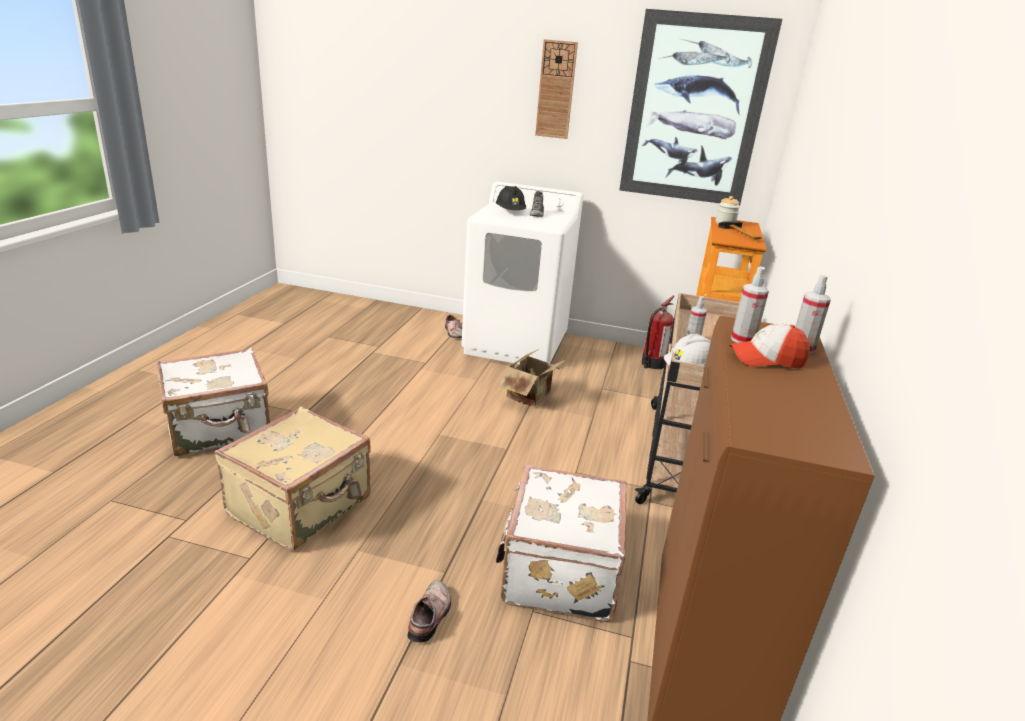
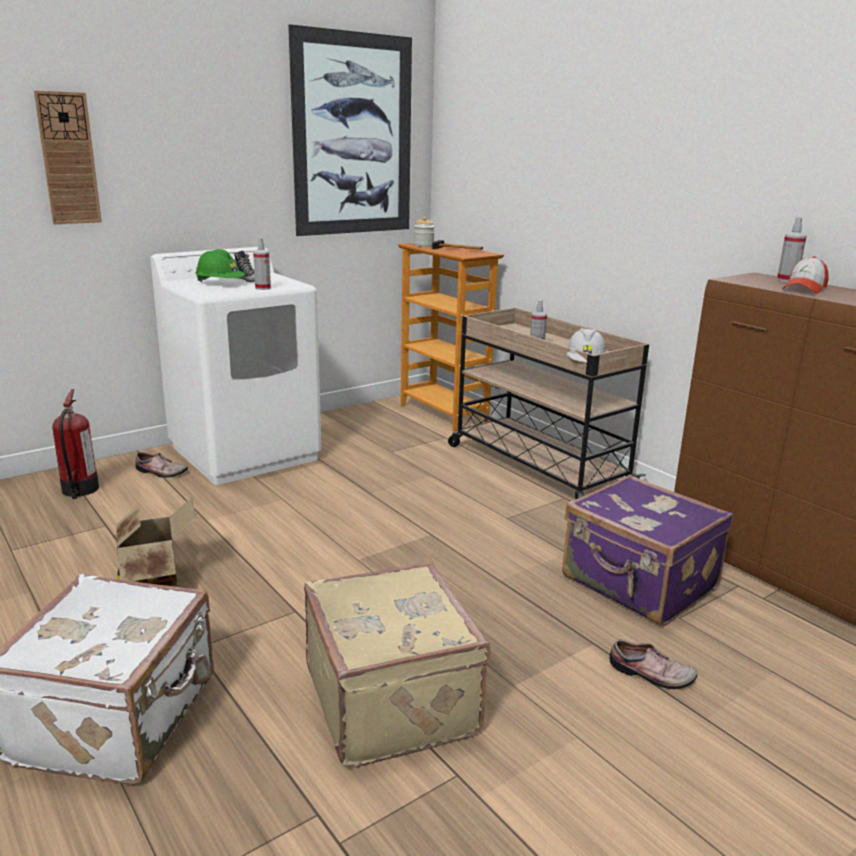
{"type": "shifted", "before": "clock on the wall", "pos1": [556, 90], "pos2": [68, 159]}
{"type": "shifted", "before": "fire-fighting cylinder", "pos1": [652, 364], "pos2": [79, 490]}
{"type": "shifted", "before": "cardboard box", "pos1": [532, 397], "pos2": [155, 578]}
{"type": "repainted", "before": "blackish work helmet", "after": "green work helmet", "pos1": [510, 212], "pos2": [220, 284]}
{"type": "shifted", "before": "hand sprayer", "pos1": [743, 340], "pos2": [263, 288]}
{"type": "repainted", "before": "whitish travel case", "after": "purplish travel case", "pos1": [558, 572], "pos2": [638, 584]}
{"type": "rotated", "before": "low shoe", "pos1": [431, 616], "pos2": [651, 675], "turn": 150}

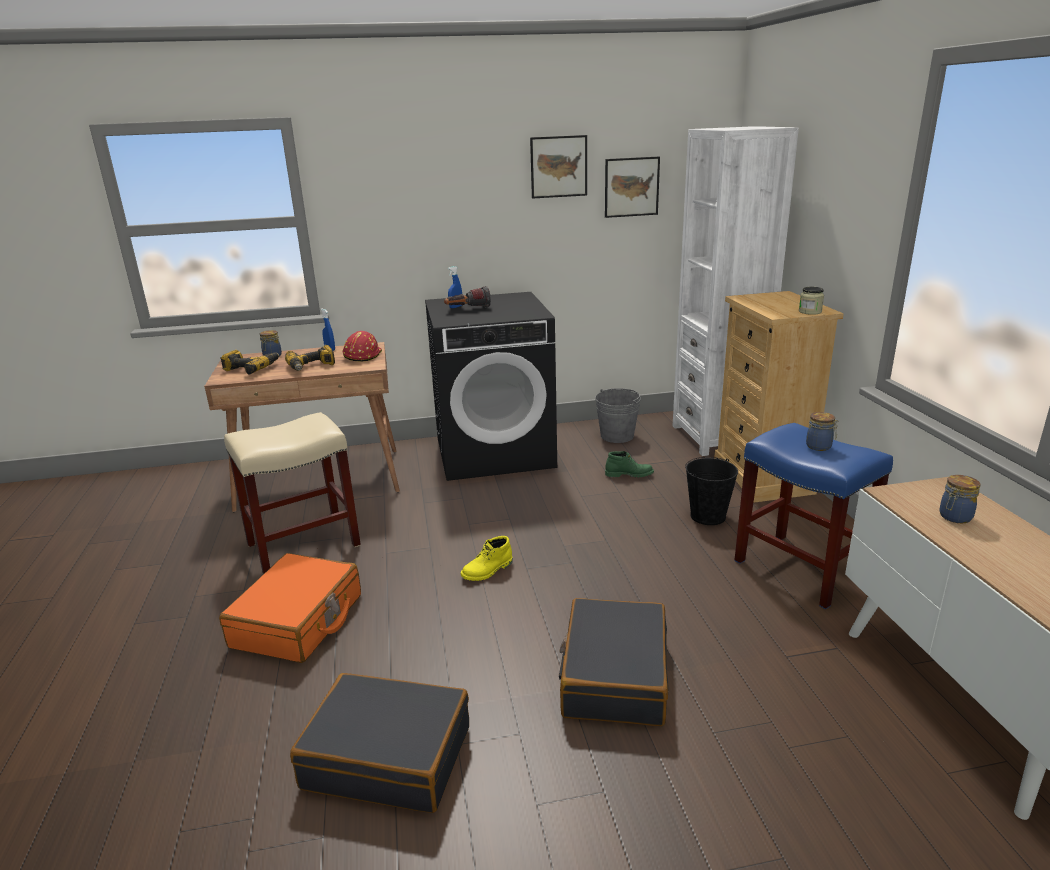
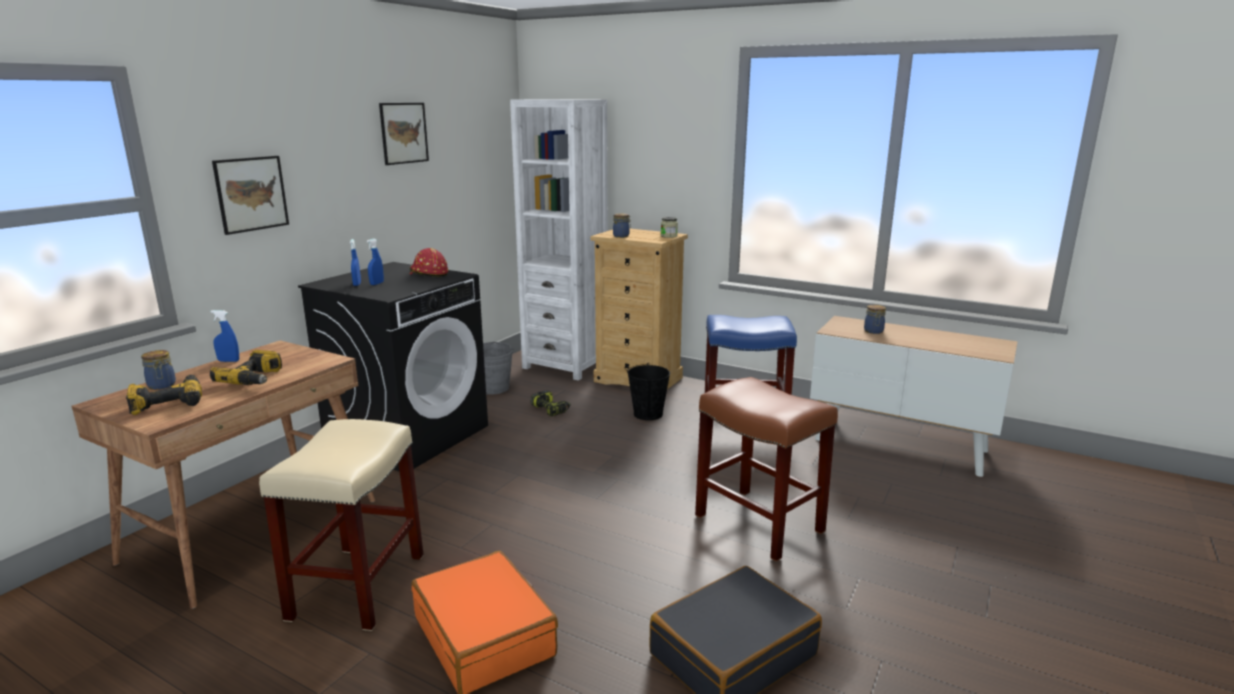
{"type": "shifted", "before": "wall art", "pos1": [631, 187], "pos2": [251, 194]}
{"type": "swapped", "before": "hand torch", "after": "bluish hand sprayer", "pos1": [468, 309], "pos2": [377, 283]}
{"type": "shifted", "before": "red work helmet", "pos1": [362, 355], "pos2": [428, 274]}
{"type": "swapped", "before": "green tall boot", "after": "electric drill", "pos1": [629, 474], "pos2": [551, 409]}
{"type": "shifted", "before": "preserve jar", "pos1": [820, 446], "pos2": [622, 236]}
{"type": "swapped", "before": "blackish travel case", "after": "brownish stool", "pos1": [614, 675], "pos2": [760, 523]}
{"type": "gone", "before": "yellow tall boot", "pos1": [488, 571]}

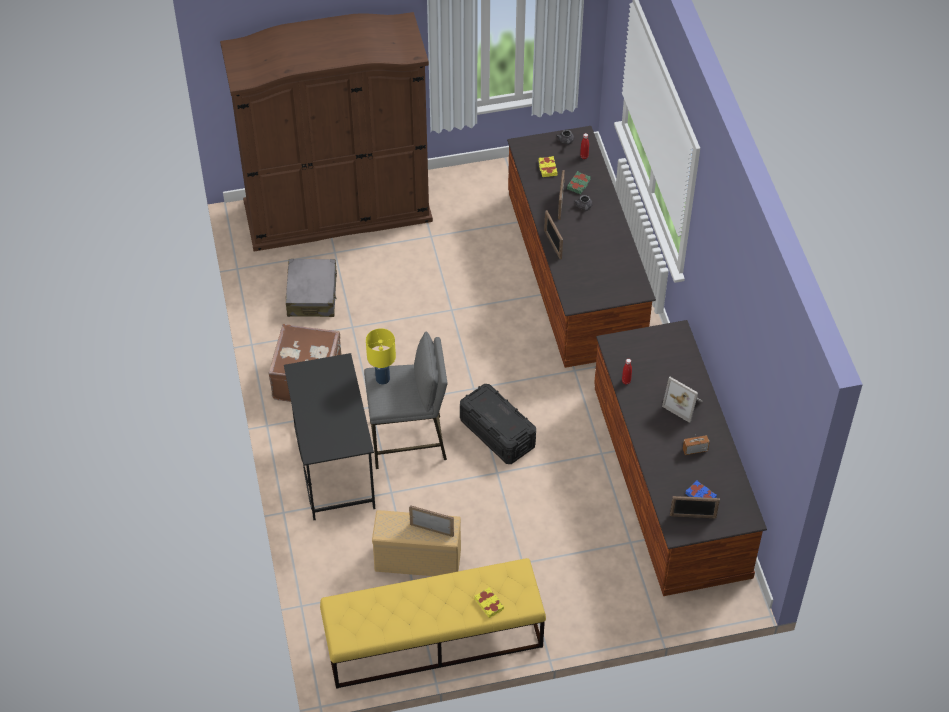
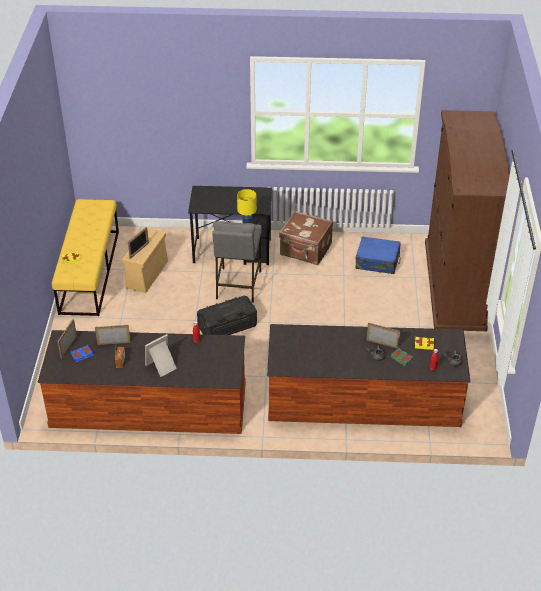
{"type": "shifted", "before": "standing frame", "pos1": [552, 244], "pos2": [114, 343]}
{"type": "repainted", "before": "greyish travel case", "after": "bluish travel case", "pos1": [312, 295], "pos2": [377, 261]}

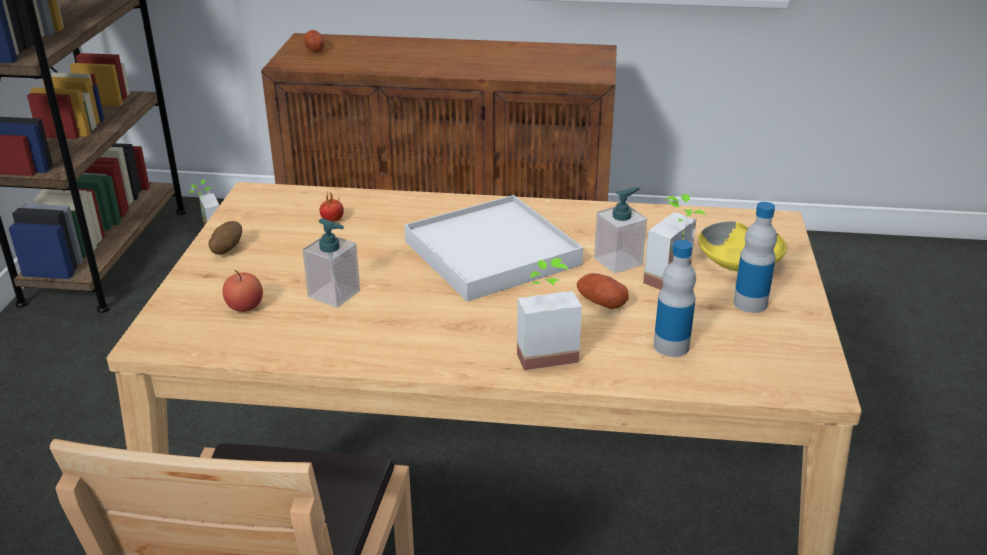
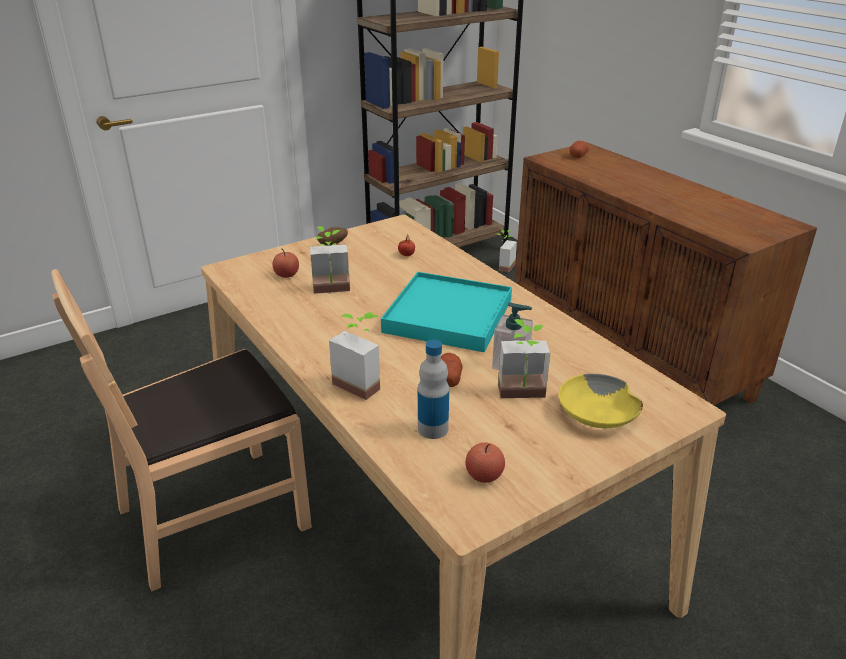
{"type": "swapped", "before": "liquid soap bottle", "after": "potted plant", "pos1": [334, 294], "pos2": [331, 291]}
{"type": "repainted", "before": "whitish carrying tray", "after": "blue-green carrying tray", "pos1": [491, 253], "pos2": [448, 316]}
{"type": "new", "after": "apple", "pos2": [484, 475]}
{"type": "gone", "before": "drink bottle", "pos1": [750, 303]}

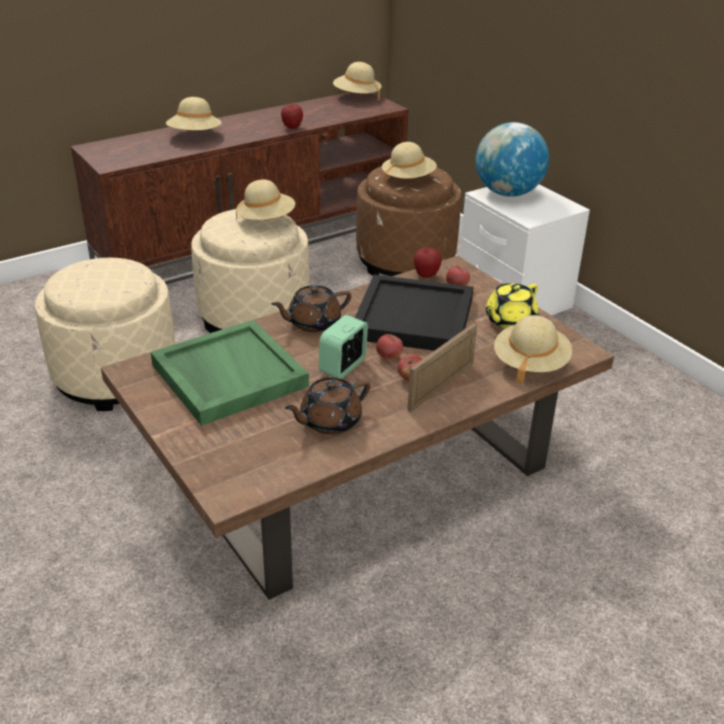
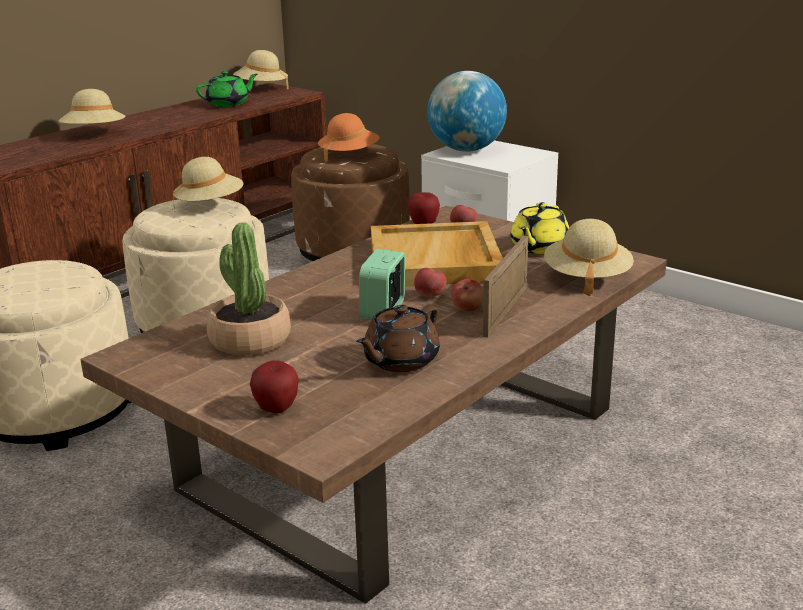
{"type": "new", "after": "green teapot", "pos2": [228, 104]}
{"type": "swapped", "before": "green carrying tray", "after": "potted plant", "pos1": [227, 375], "pos2": [250, 340]}
{"type": "shifted", "before": "apple", "pos1": [292, 127], "pos2": [276, 409]}
{"type": "repainted", "before": "sand-coloured clothing hat", "after": "orangey clothing hat", "pos1": [408, 179], "pos2": [349, 155]}
{"type": "repainted", "before": "blackish carrying tray", "after": "sand-coloured carrying tray", "pos1": [414, 319], "pos2": [436, 261]}
{"type": "gone", "before": "brownish teapot", "pos1": [313, 323]}

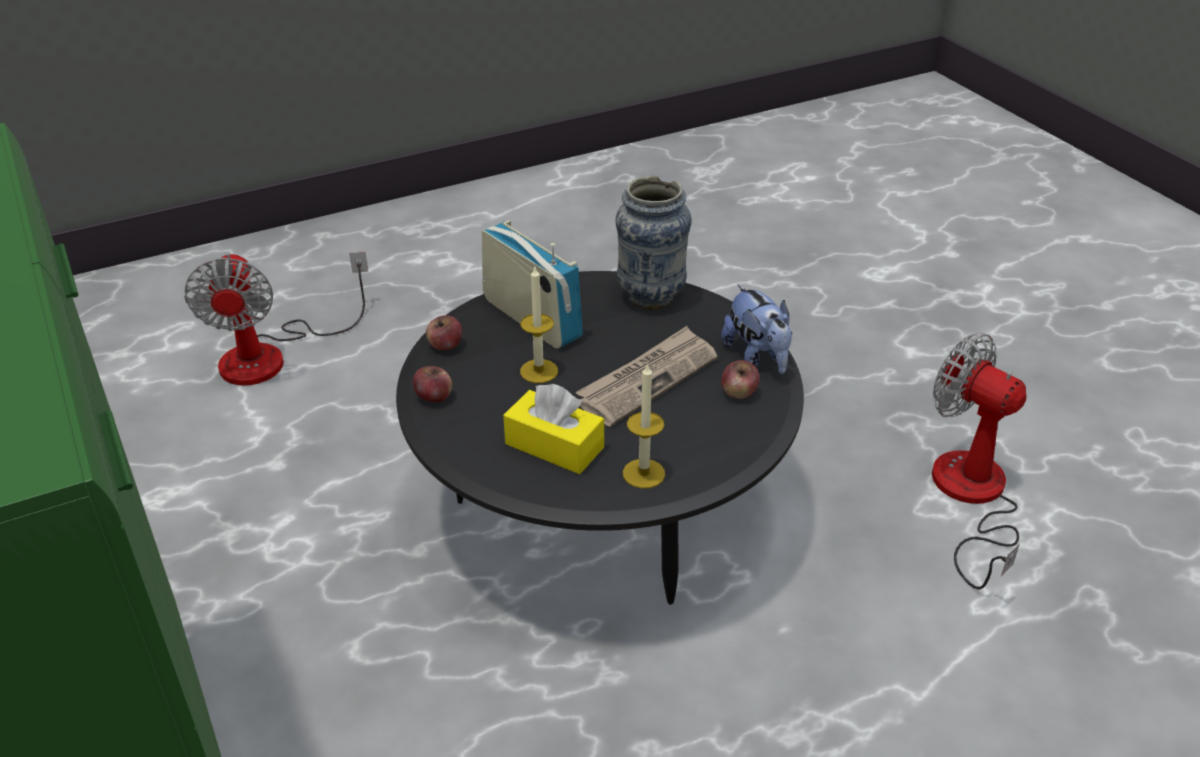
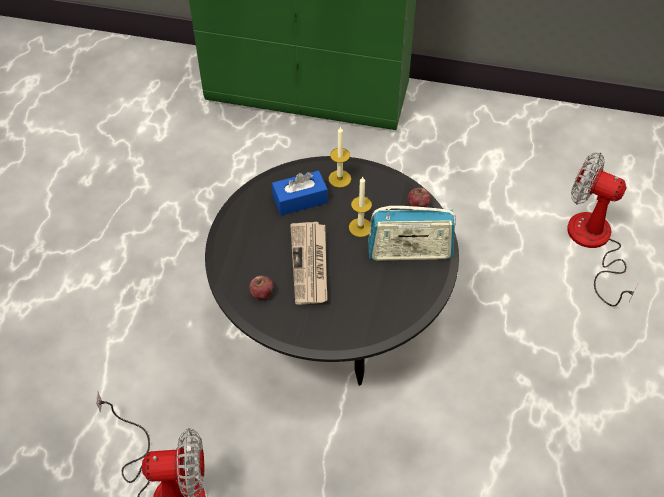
{"type": "repainted", "before": "yellow tissue box", "after": "bluish tissue box", "pos1": [554, 446], "pos2": [300, 200]}
{"type": "shifted", "before": "wax candle", "pos1": [643, 473], "pos2": [339, 178]}
{"type": "gone", "before": "apple", "pos1": [434, 397]}
{"type": "gone", "before": "flower vase", "pos1": [650, 297]}
{"type": "gone", "before": "soft toy", "pos1": [757, 357]}

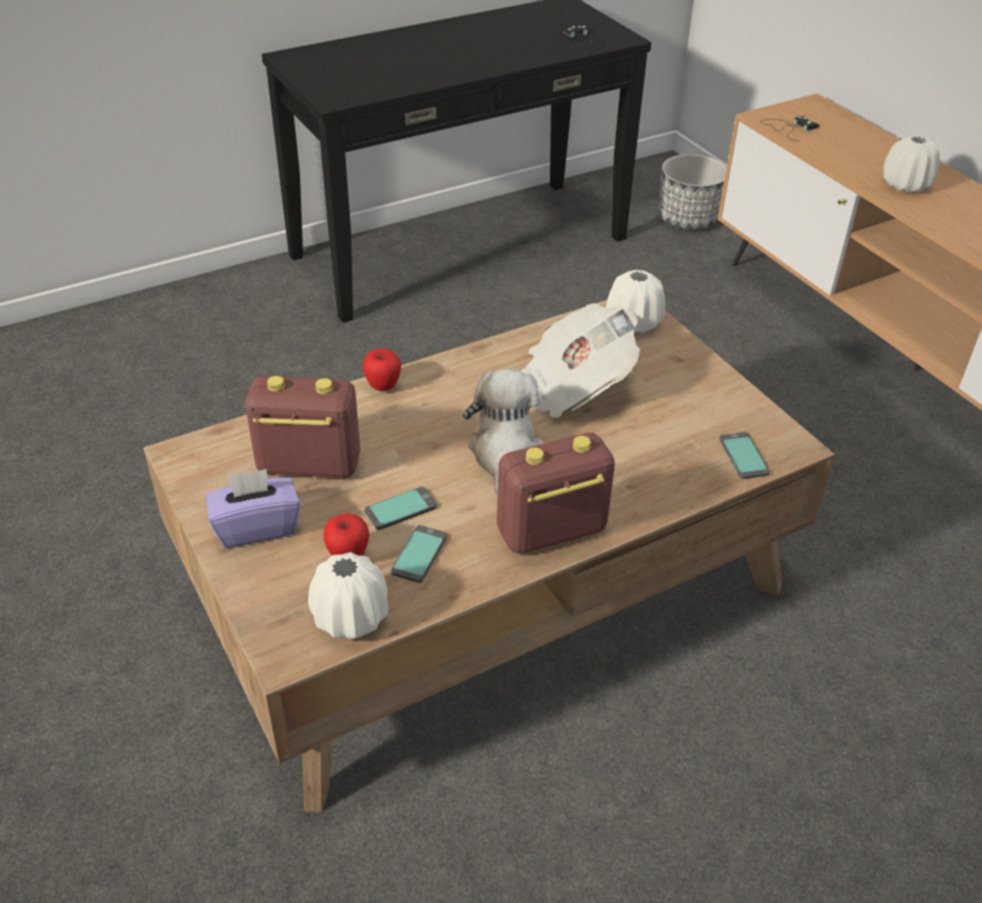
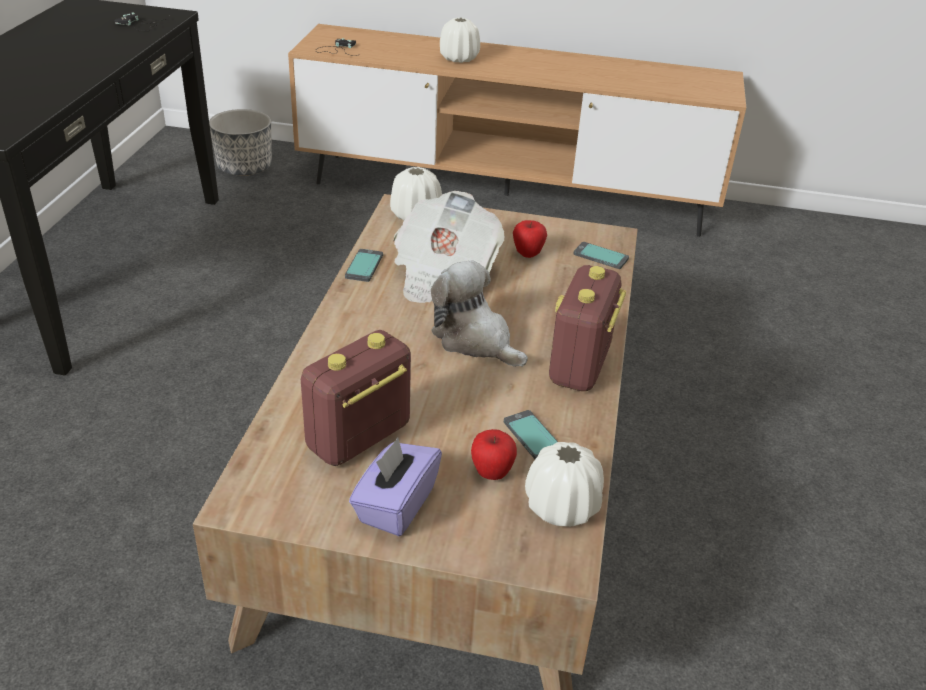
{"type": "shifted", "before": "handset", "pos1": [400, 509], "pos2": [364, 266]}
{"type": "shifted", "before": "apple", "pos1": [383, 386], "pos2": [527, 254]}

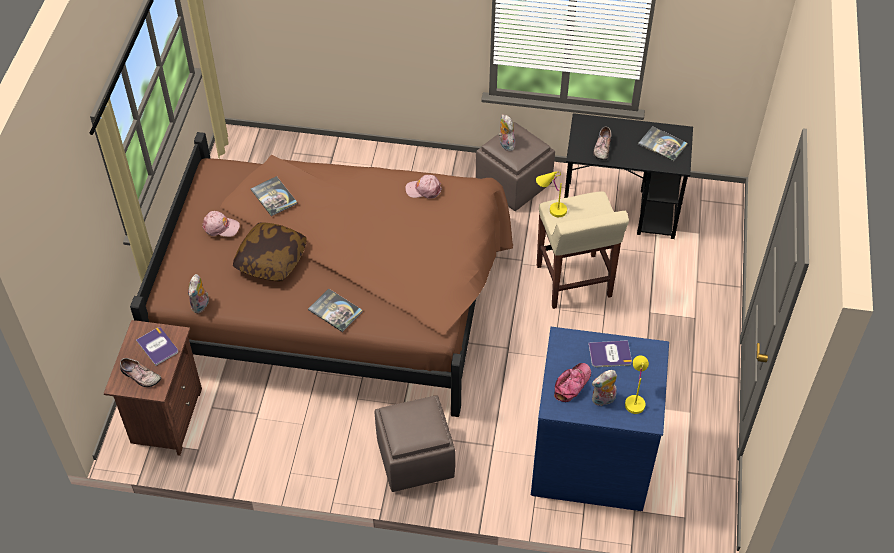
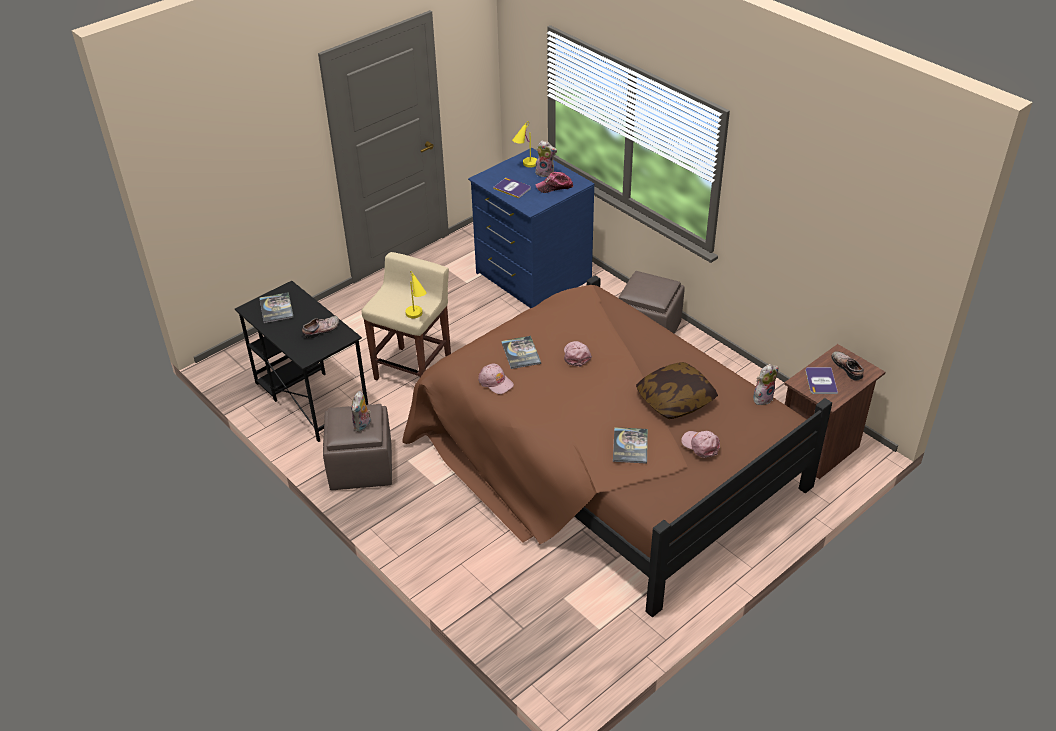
{"type": "shifted", "before": "book", "pos1": [335, 311], "pos2": [521, 353]}
{"type": "new", "after": "pink-coloured baseball cap", "pos2": [576, 355]}

